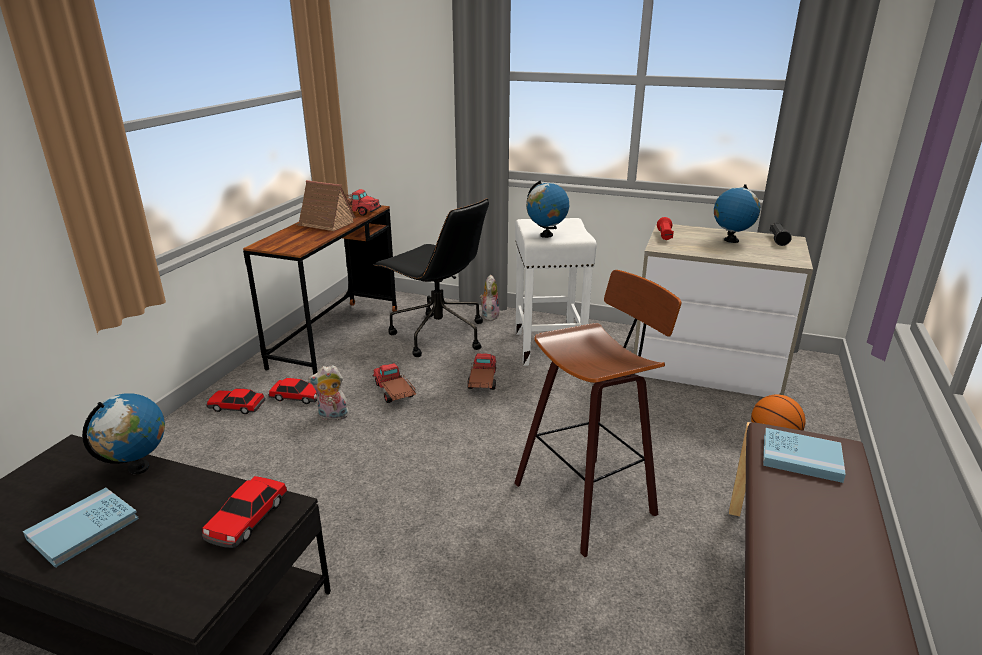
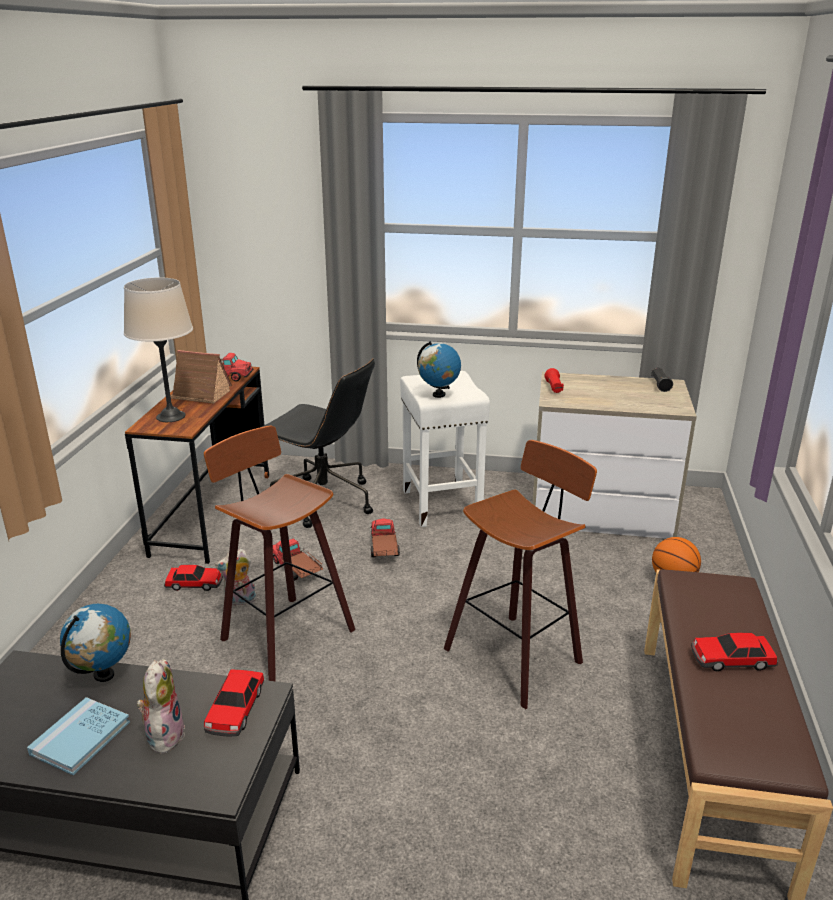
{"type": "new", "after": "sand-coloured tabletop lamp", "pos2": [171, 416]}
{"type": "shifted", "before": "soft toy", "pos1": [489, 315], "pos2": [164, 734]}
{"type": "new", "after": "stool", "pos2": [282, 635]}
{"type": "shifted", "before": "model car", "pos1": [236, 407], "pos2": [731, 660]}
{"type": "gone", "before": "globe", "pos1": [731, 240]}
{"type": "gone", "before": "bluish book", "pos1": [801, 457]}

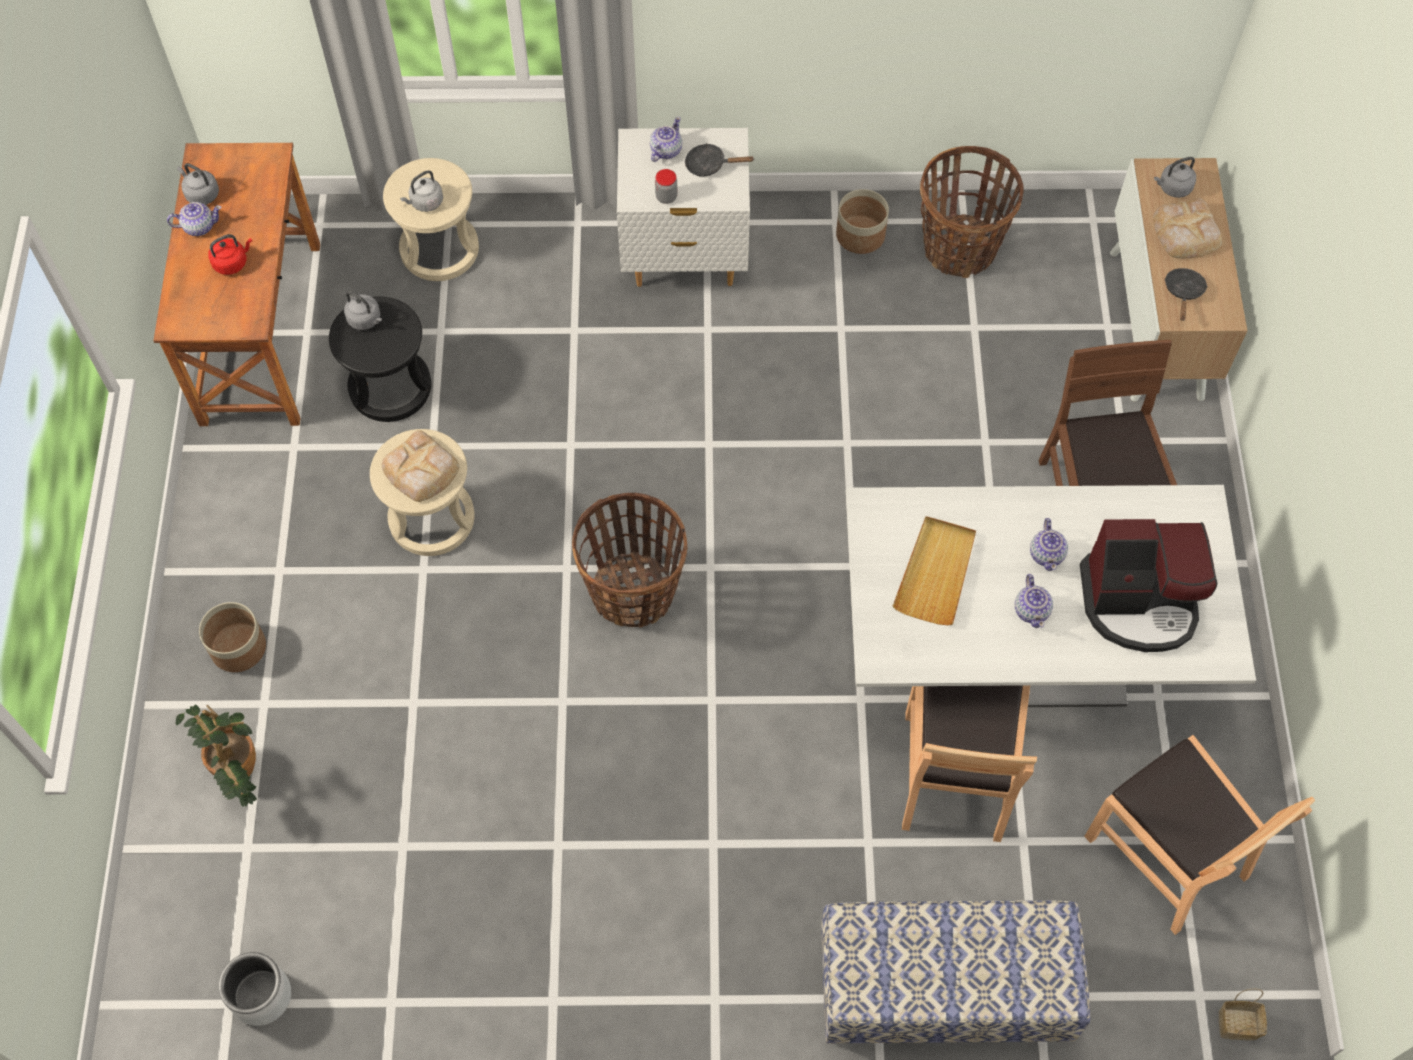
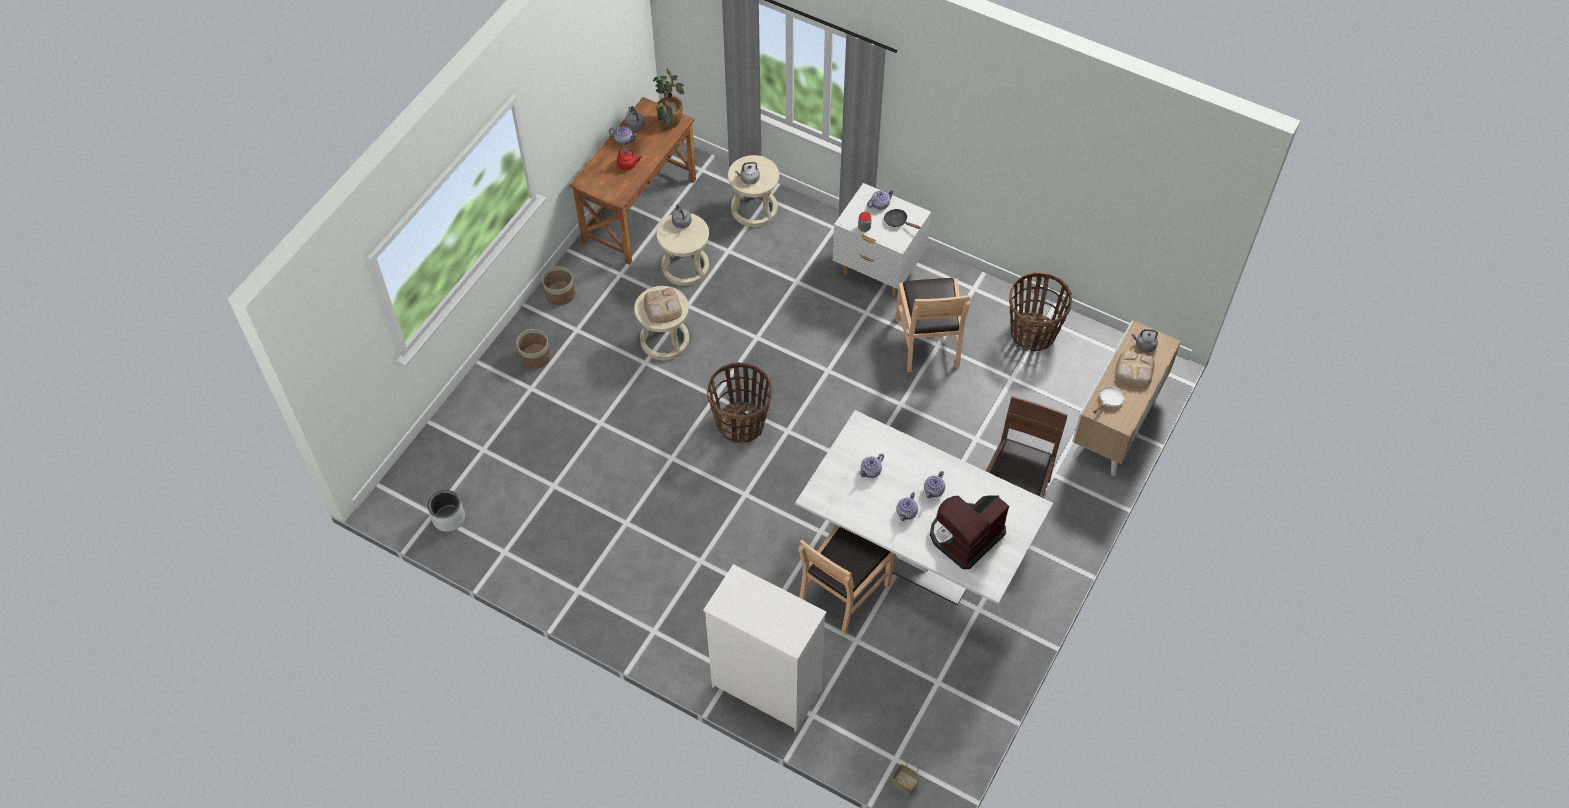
{"type": "shifted", "before": "flower pot", "pos1": [860, 235], "pos2": [560, 294]}
{"type": "shifted", "before": "potted plant", "pos1": [238, 775], "pos2": [669, 125]}
{"type": "repainted", "before": "blackish stool", "after": "sand-coloured stool", "pos1": [391, 388], "pos2": [685, 267]}
{"type": "swapped", "before": "long seat", "after": "whitish chest of drawers", "pos1": [941, 992], "pos2": [766, 687]}
{"type": "swapped", "before": "sand-coloured carrying tray", "after": "teapot", "pos1": [936, 572], "pos2": [871, 471]}
{"type": "shifted", "before": "brownish plain chair", "pos1": [1167, 854], "pos2": [928, 342]}
{"type": "rotated", "before": "coffee brewer", "pos1": [1139, 603], "pos2": [965, 536], "turn": 105}
{"type": "repainted", "before": "blackish frying pan", "after": "whitish frying pan", "pos1": [1183, 292], "pos2": [1109, 401]}

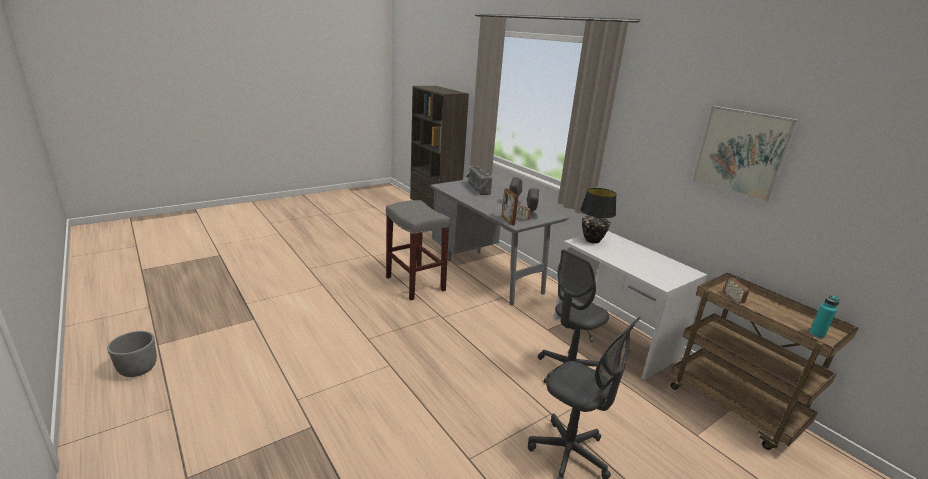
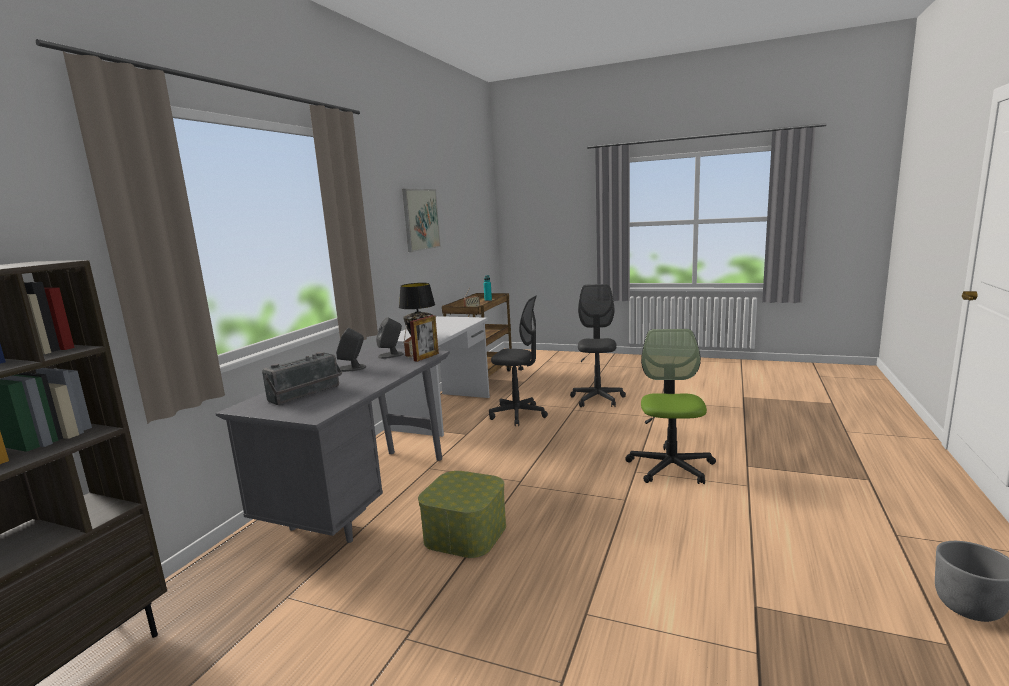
{"type": "swapped", "before": "greyish stool", "after": "storage container", "pos1": [414, 283], "pos2": [465, 533]}
{"type": "new", "after": "desk chair", "pos2": [670, 467]}

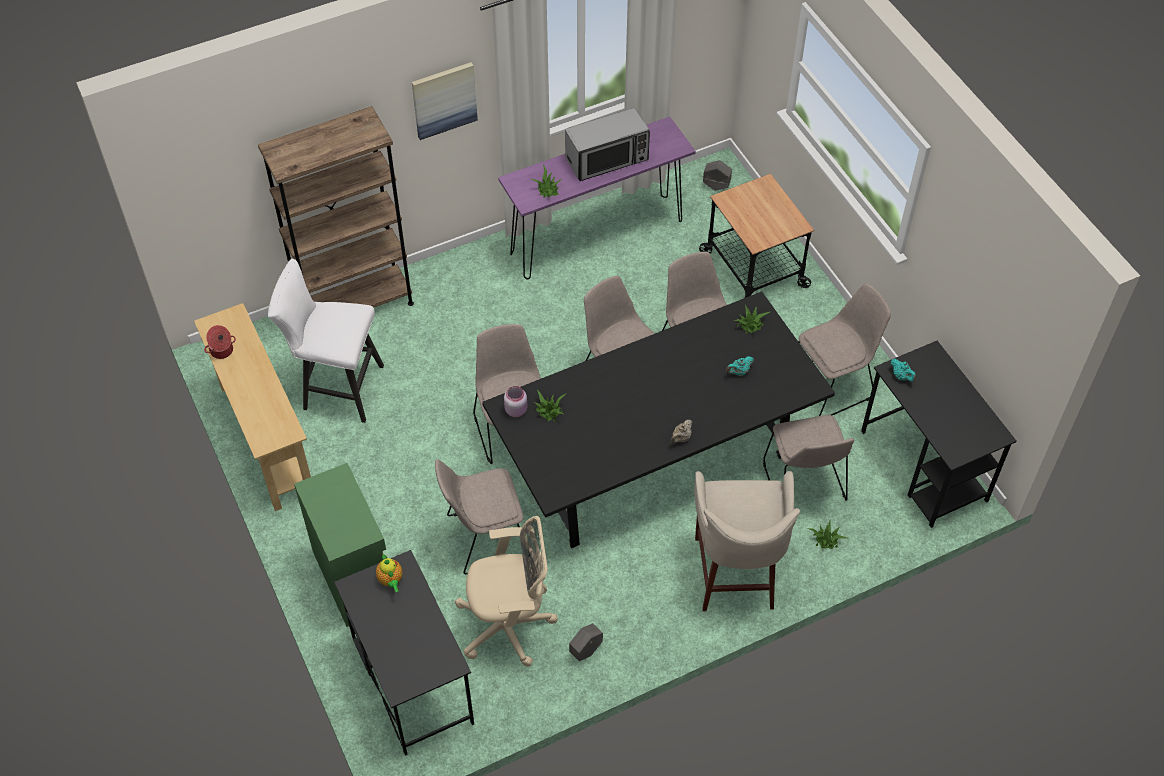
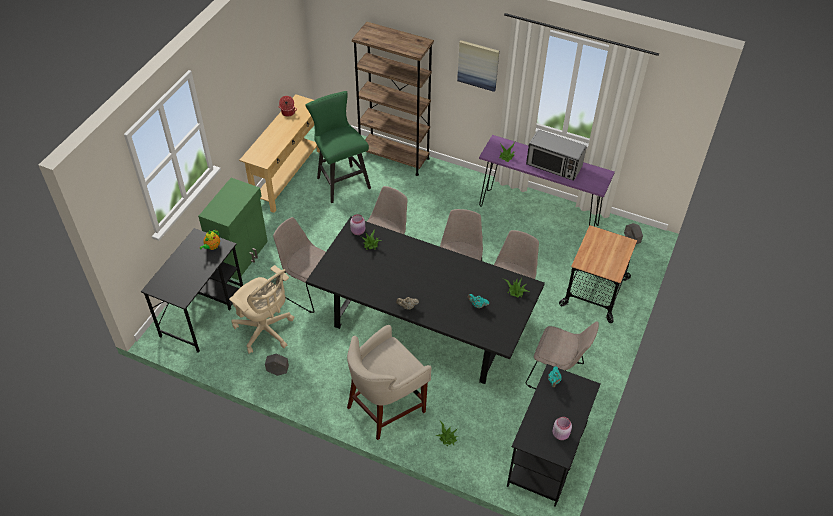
{"type": "repainted", "before": "whitish stool", "after": "green stool", "pos1": [337, 388], "pos2": [341, 181]}
{"type": "new", "after": "pink-coloured preserve jar", "pos2": [561, 434]}
{"type": "gone", "before": "sand-coloured plain chair", "pos1": [804, 484]}

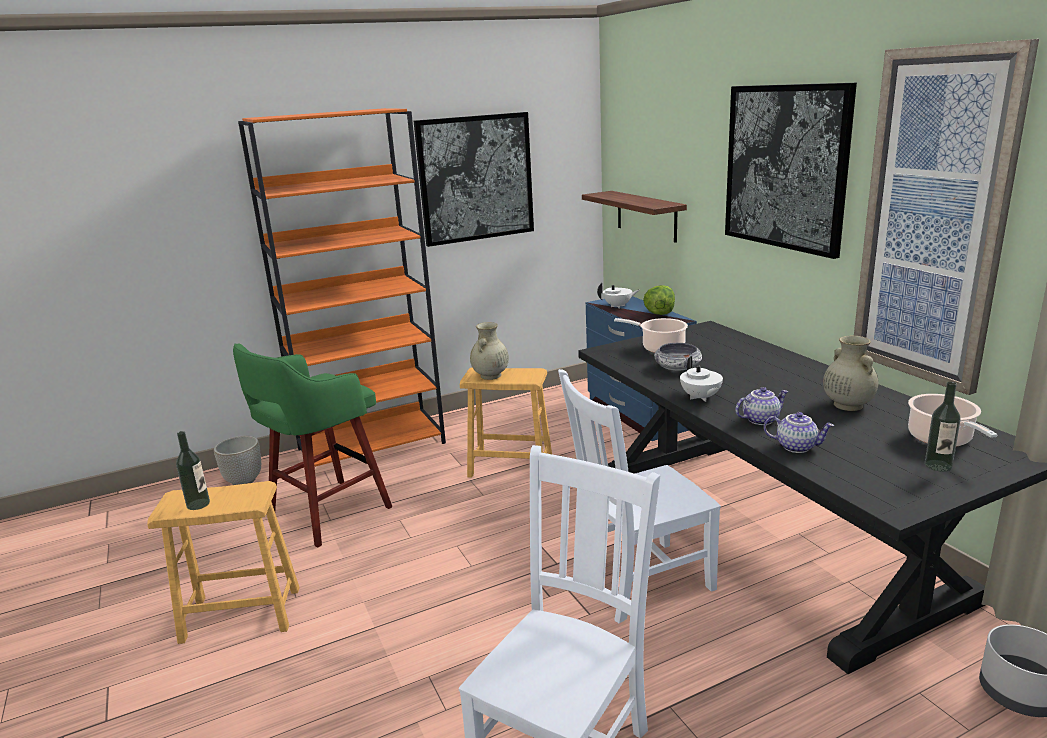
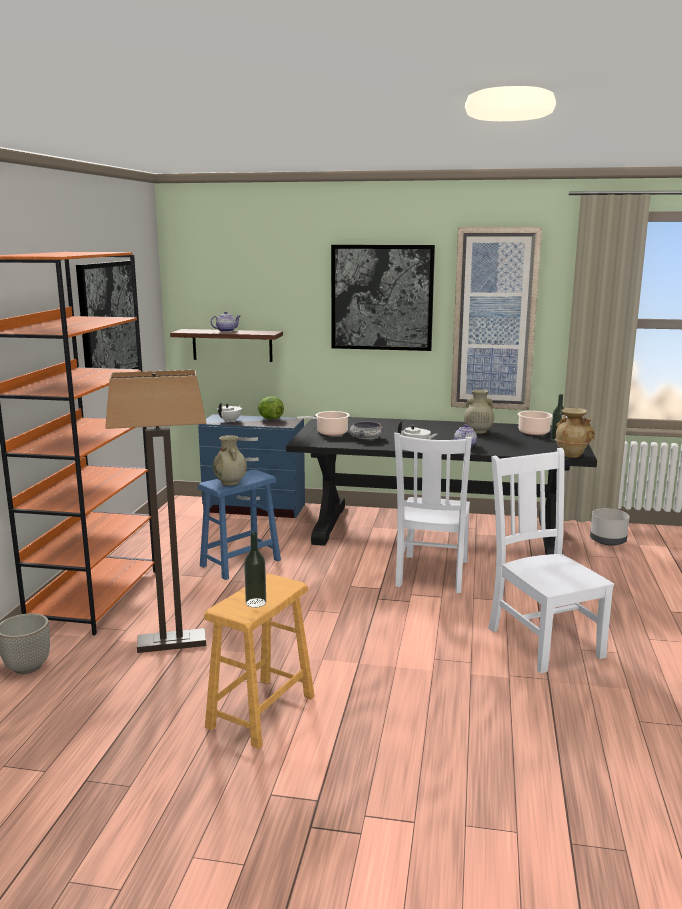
{"type": "swapped", "before": "green stool", "after": "floor lamp", "pos1": [326, 513], "pos2": [171, 643]}
{"type": "repainted", "before": "brownish stool", "after": "bluish stool", "pos1": [510, 466], "pos2": [240, 563]}
{"type": "shifted", "before": "teapot", "pos1": [796, 446], "pos2": [226, 331]}
{"type": "new", "after": "sand-coloured flower vase", "pos2": [571, 455]}

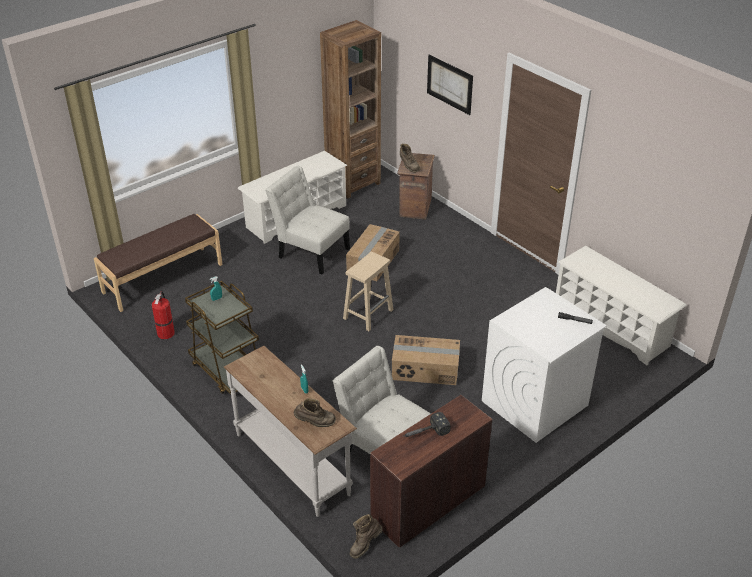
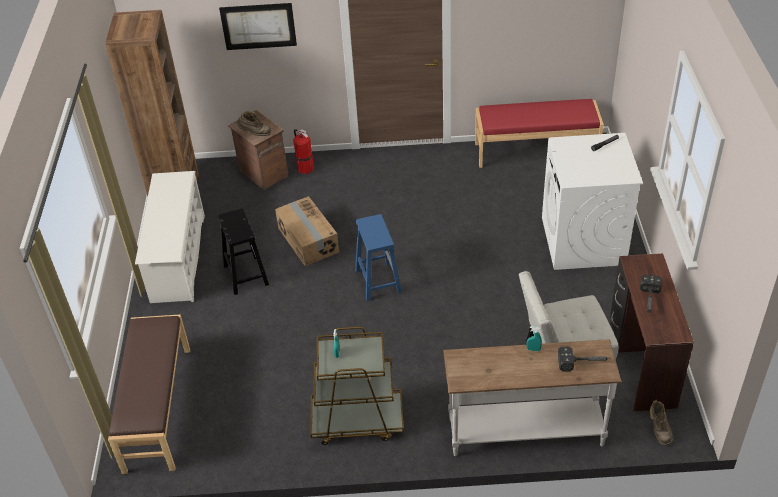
{"type": "swapped", "before": "whitish plain chair", "after": "blackish stool", "pos1": [311, 251], "pos2": [245, 274]}
{"type": "shifted", "before": "fire-fighting cylinder", "pos1": [166, 332], "pos2": [304, 168]}
{"type": "repainted", "before": "sand-coloured stool", "after": "bluish stool", "pos1": [368, 313], "pos2": [377, 281]}
{"type": "swapped", "before": "whitish shoe shelf", "after": "red long seat", "pos1": [611, 325], "pos2": [536, 151]}
{"type": "swapped", "before": "brownish tall boot", "after": "hammer", "pos1": [315, 423], "pos2": [583, 363]}
{"type": "gone", "before": "cardboard box", "pos1": [425, 369]}

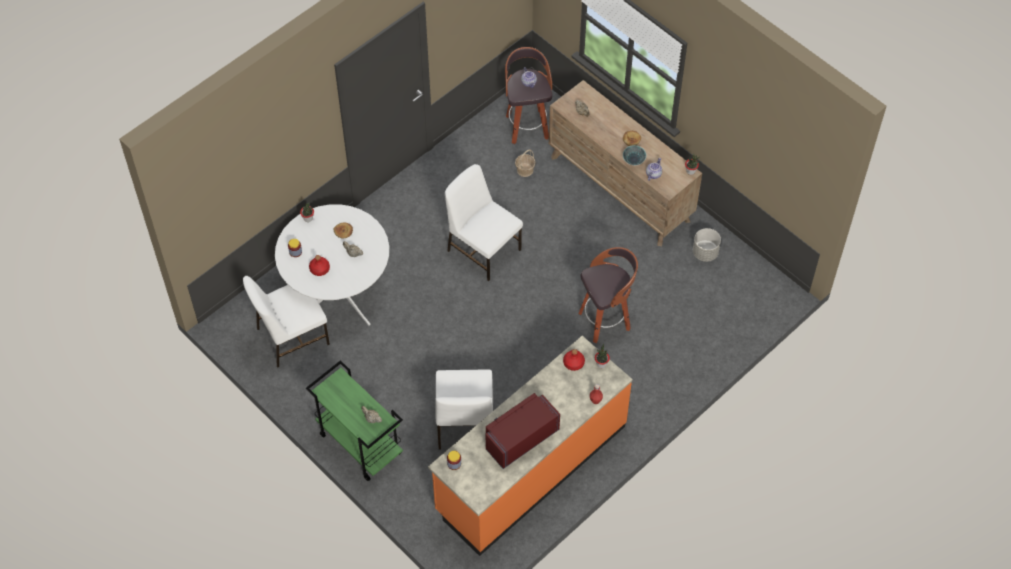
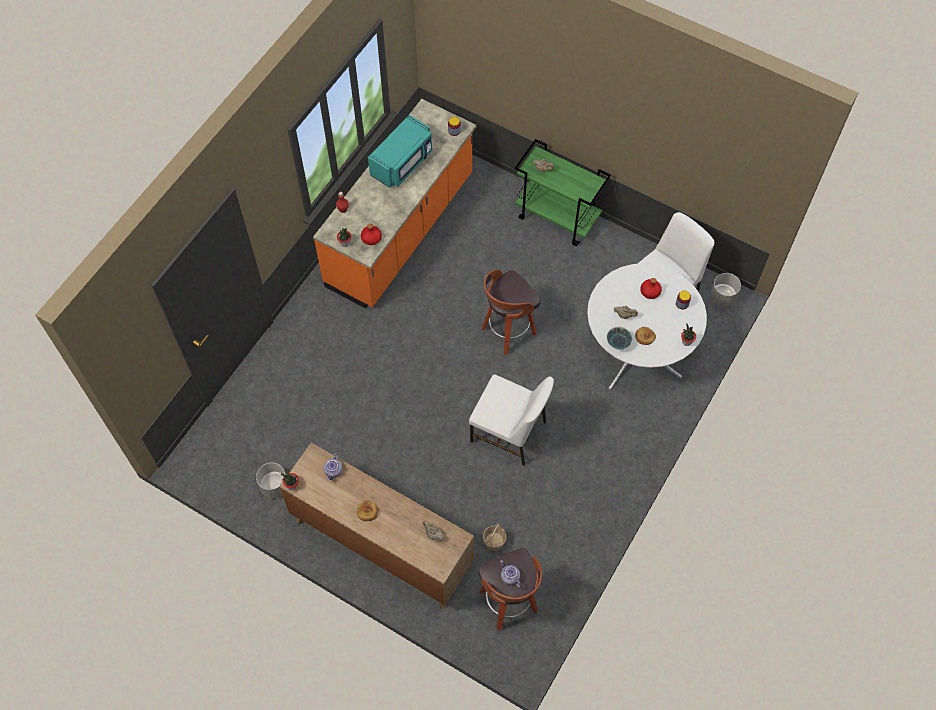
{"type": "repainted", "before": "red microwave", "after": "blue-green microwave", "pos1": [520, 438], "pos2": [402, 163]}
{"type": "shifted", "before": "stool", "pos1": [605, 320], "pos2": [507, 332]}
{"type": "shifted", "before": "bowl", "pos1": [634, 161], "pos2": [618, 343]}
{"type": "new", "after": "greyish flower pot", "pos2": [722, 297]}
{"type": "gone", "before": "whitish plain chair", "pos1": [464, 424]}

